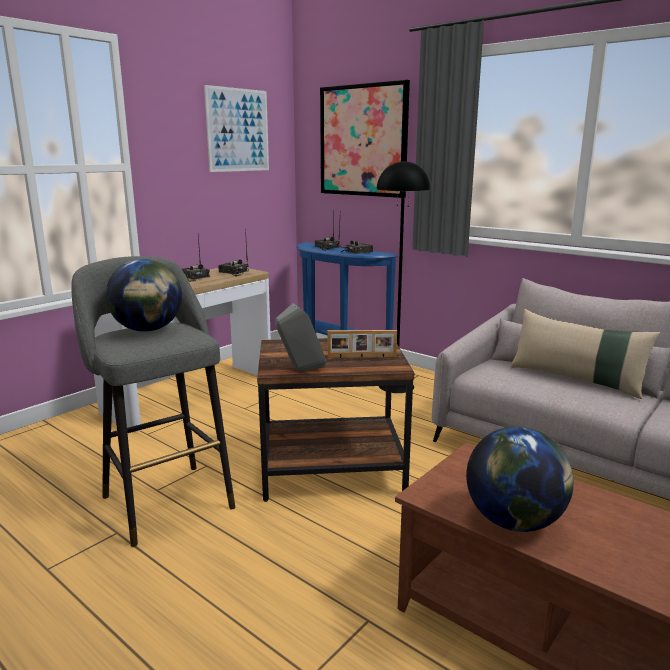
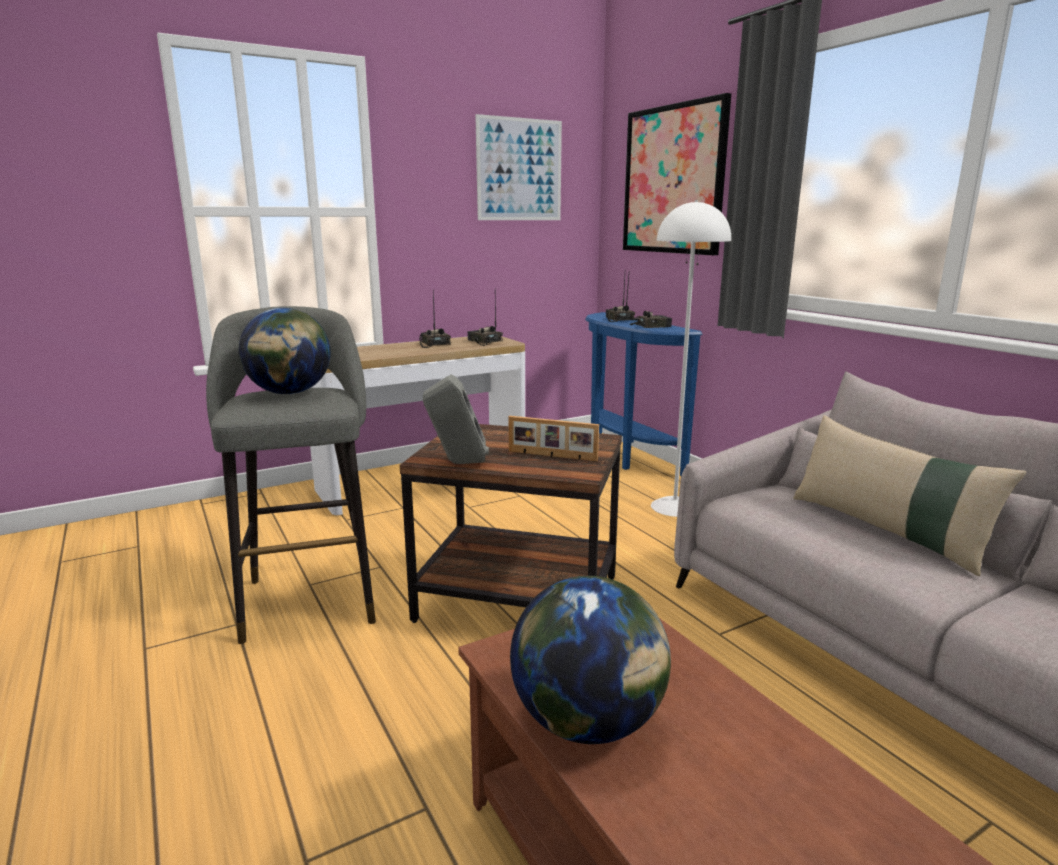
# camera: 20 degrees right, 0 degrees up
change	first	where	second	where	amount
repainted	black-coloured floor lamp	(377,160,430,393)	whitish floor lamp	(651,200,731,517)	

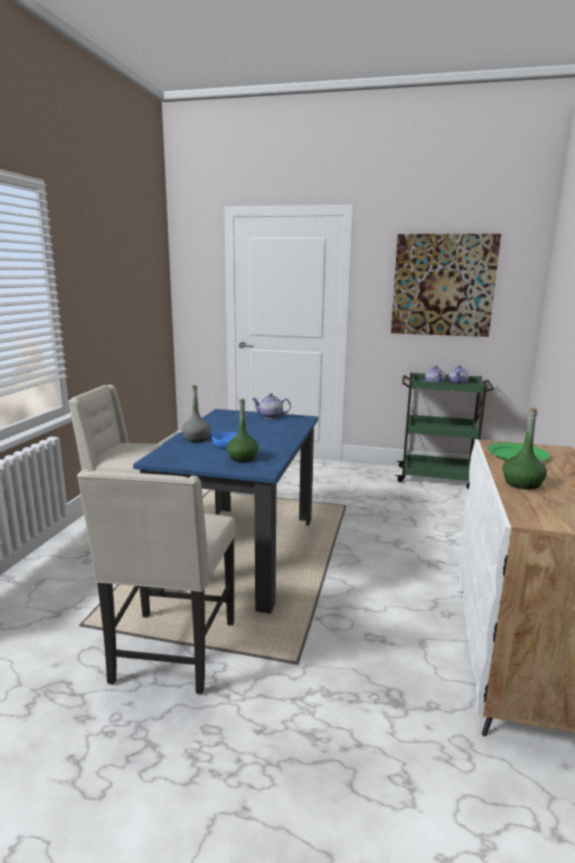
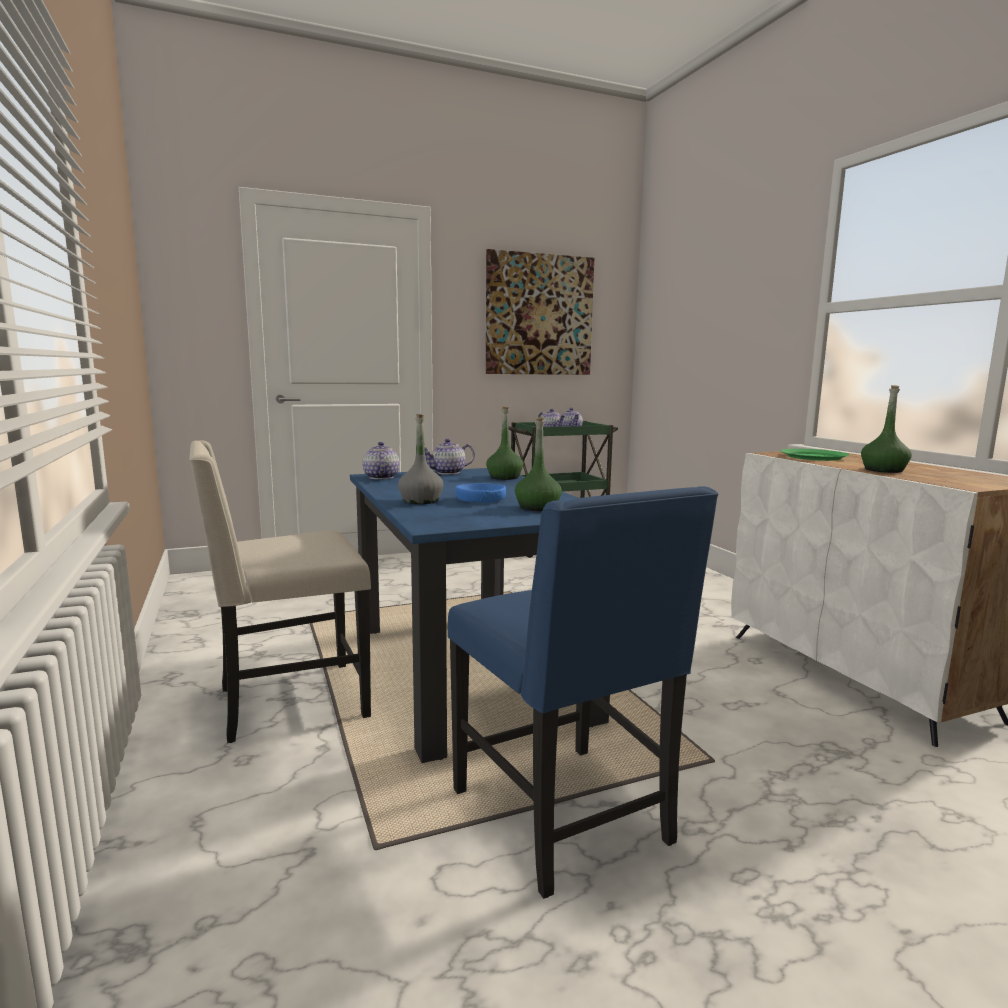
# camera: 35 degrees left, 5 degrees down
change	first	where	second	where	amount
new			tea pot	(363,442,400,479)	
new			green drink bottle	(486,406,523,480)	
repainted	beige-coloured upright chair	(77,469,236,694)	bluish upright chair	(448,486,719,899)	

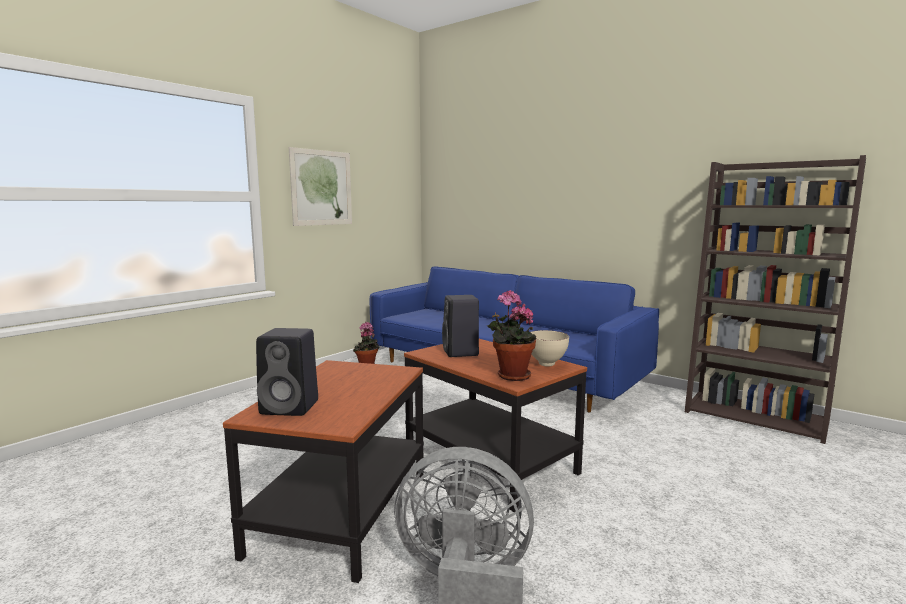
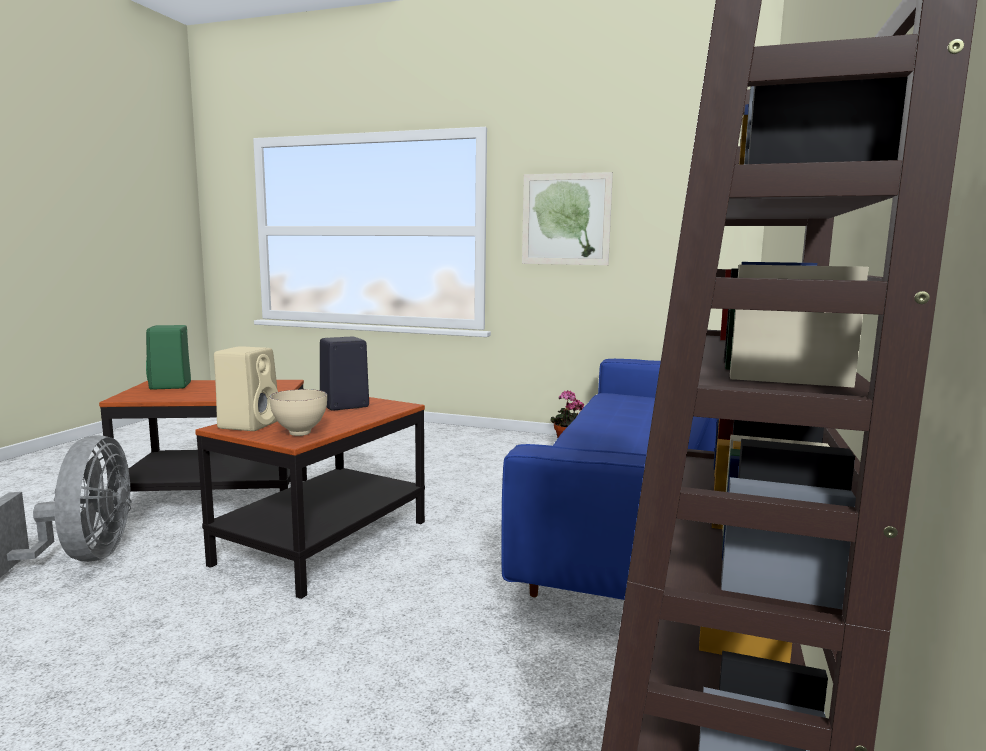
# camera: 70 degrees right, 0 degrees up
change	first	where	second	where	amount
swapped	plant in a pot	(487,290,536,381)	beige-coloured audio speaker	(214,346,278,431)	
repainted	black-coloured audio speaker	(256,328,318,416)	green audio speaker	(146,325,191,390)	

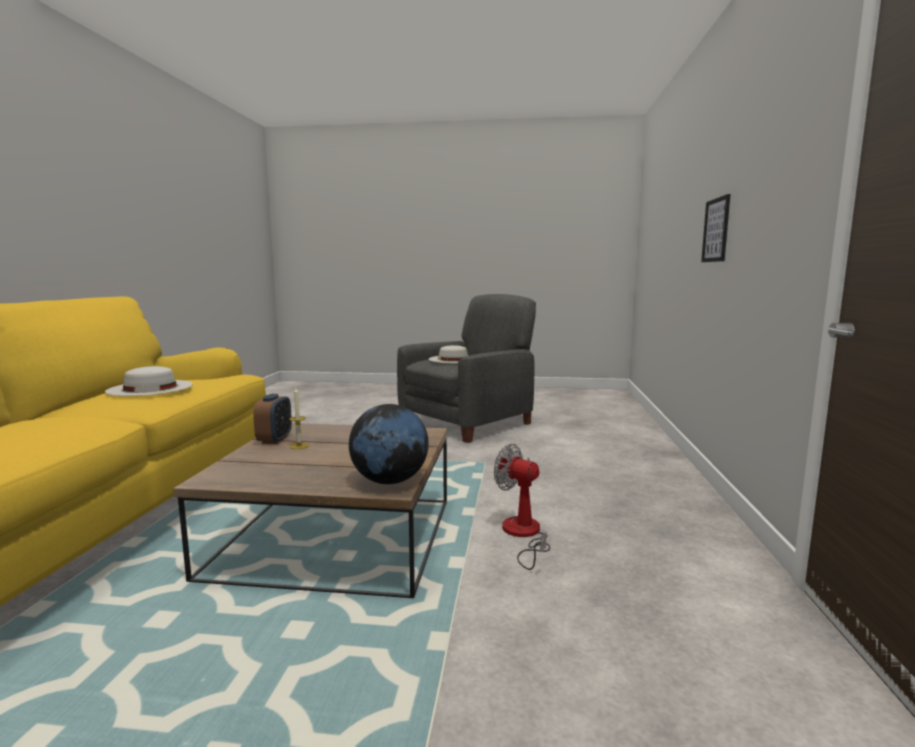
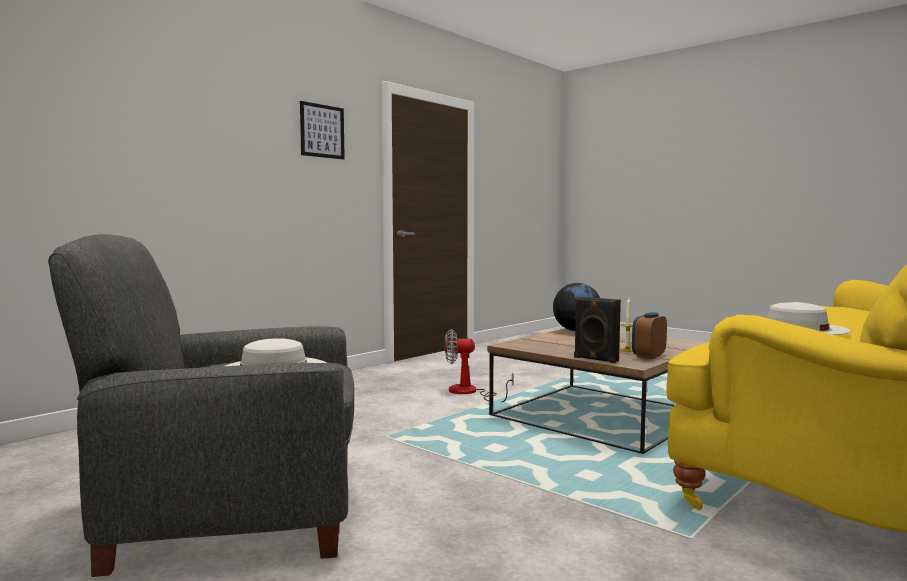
# camera: 145 degrees left, 5 degrees down
change	first	where	second	where	amount
new			black-coloured audio speaker	(574,297,621,363)	
shifted	picture	(701,194,731,262)		(300,101,345,160)	
rotated	cooling fan	(494,444,550,570)		(445,329,514,402)	105 degrees clockwise

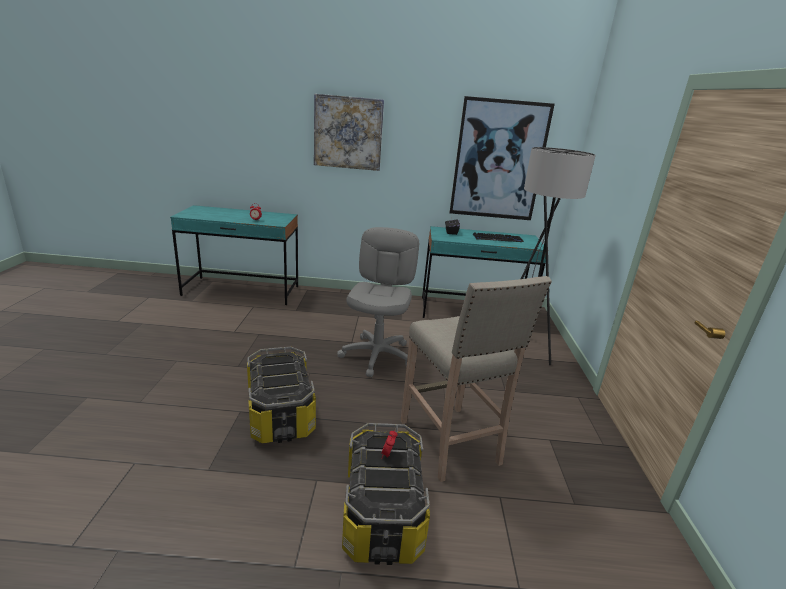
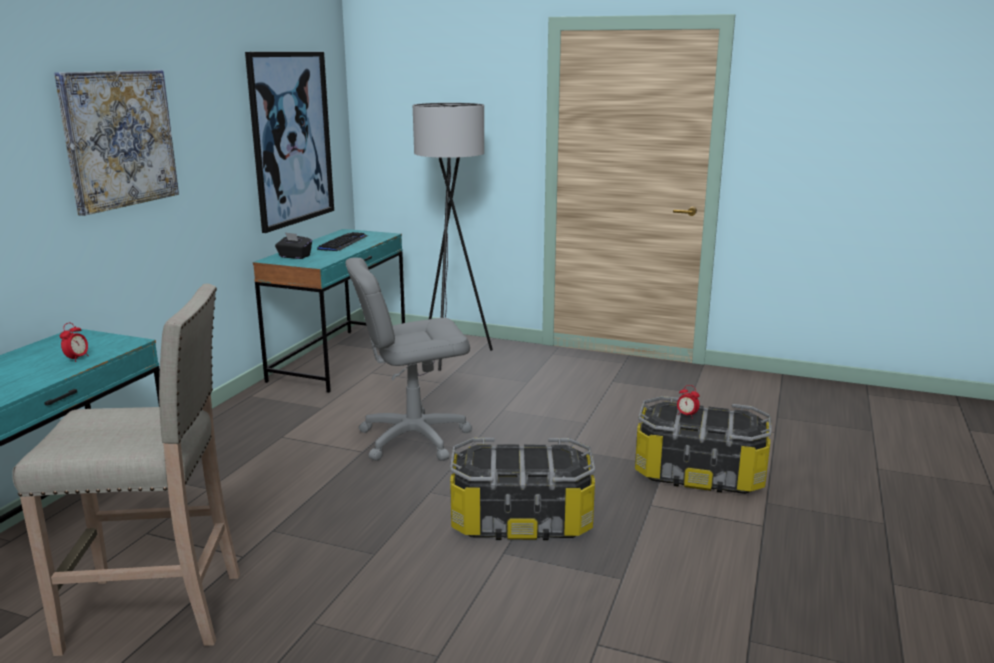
# camera: 70 degrees left, 5 degrees down
change	first	where	second	where	amount
shifted	beige-coloured stool seat	(401,276,552,482)		(12,284,240,656)	
rotated	grey desk chair	(337,227,419,377)		(346,258,472,461)	45 degrees counterclockwise

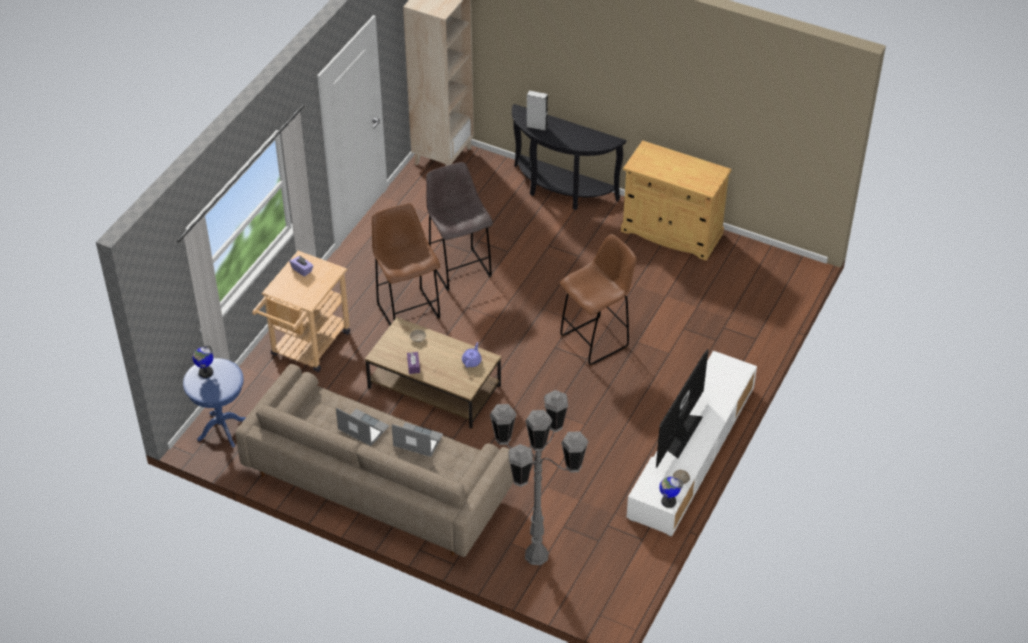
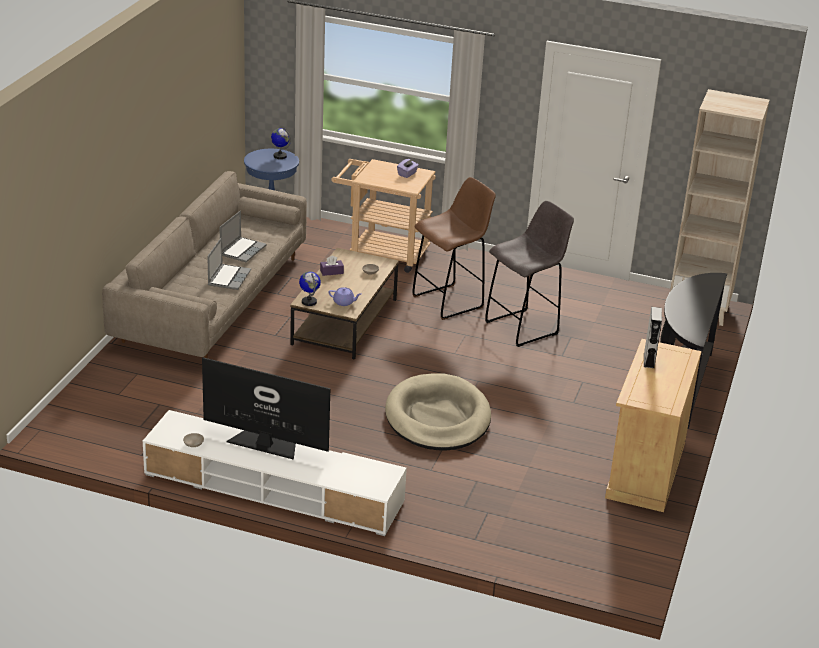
# camera: 80 degrees right, 15 degrees down
change	first	where	second	where	amount
gone	grey floor lamp	(490,390,588,565)			
shifted	grey audio speaker	(526,91,548,131)		(644,307,662,368)	
shifted	world globe	(659,477,683,508)		(299,271,321,306)	
swapped	brown stool seat	(560,234,637,366)	beige-coloured pet bed	(385,373,491,450)	

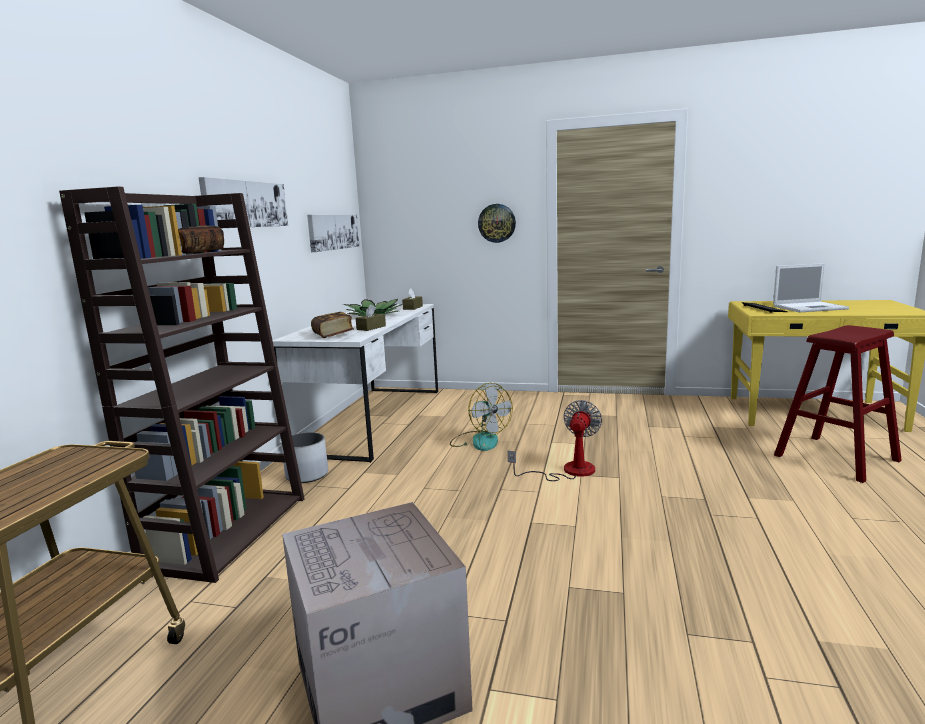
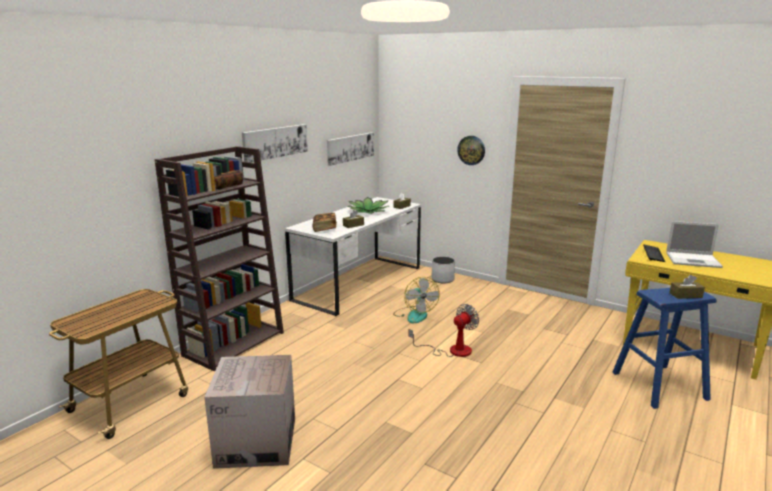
# camera: 20 degrees right, 5 degrees up
change	first	where	second	where	amount
new			brown tissue holder	(670,275,705,299)	
shifted	whitish planter	(281,432,328,483)		(431,257,455,283)	
repainted	red-coloured stool seat	(774,325,902,483)	bluish stool seat	(613,288,716,409)	

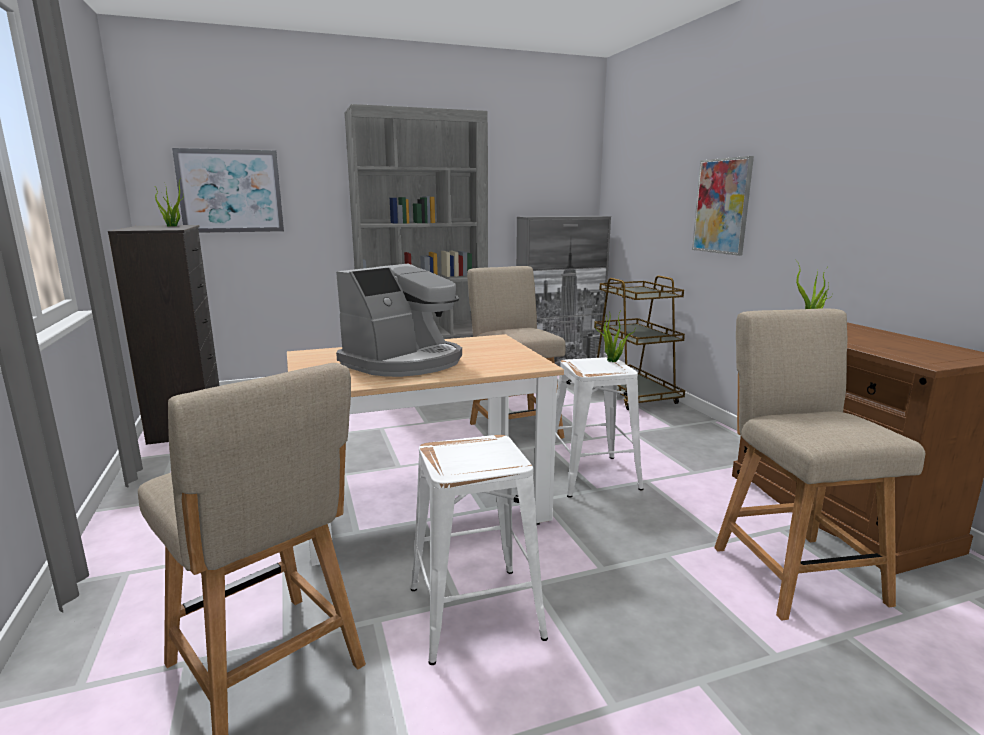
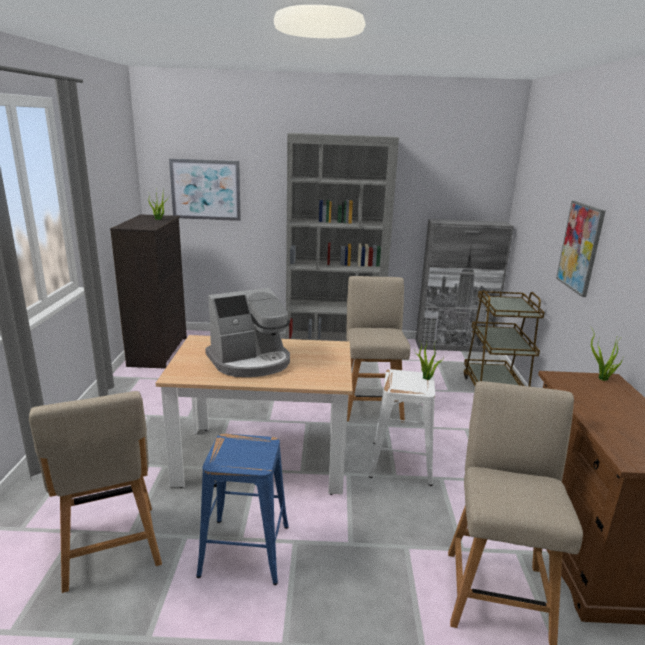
# camera: 20 degrees right, 5 degrees up
change	first	where	second	where	amount
repainted	whitish stool seat	(411,435,548,665)	bluish stool seat	(196,434,289,585)	

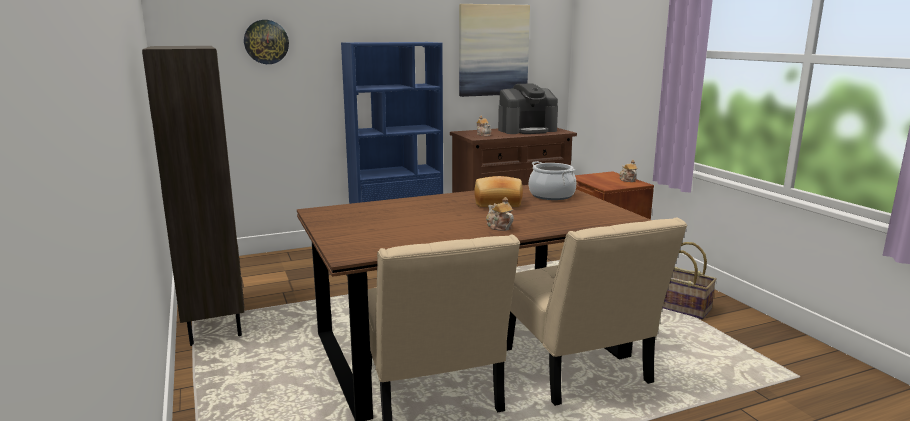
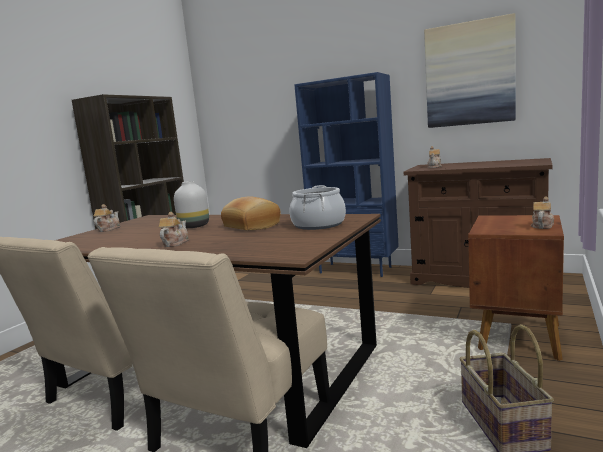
# camera: 50 degrees right, 5 degrees down
change	first	where	second	where	amount
gone	wall clock	(244,20,289,64)			
gone	coffee maker	(498,83,558,134)			
new			tea pot	(94,204,120,232)	
new			whitish flower vase	(174,181,209,228)	

